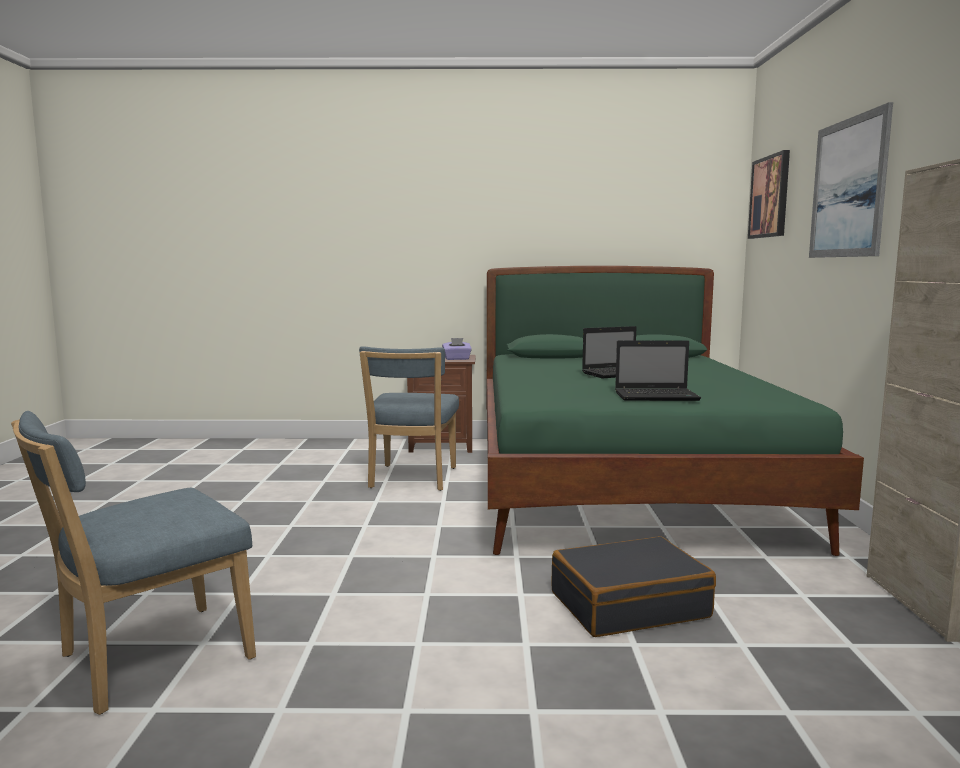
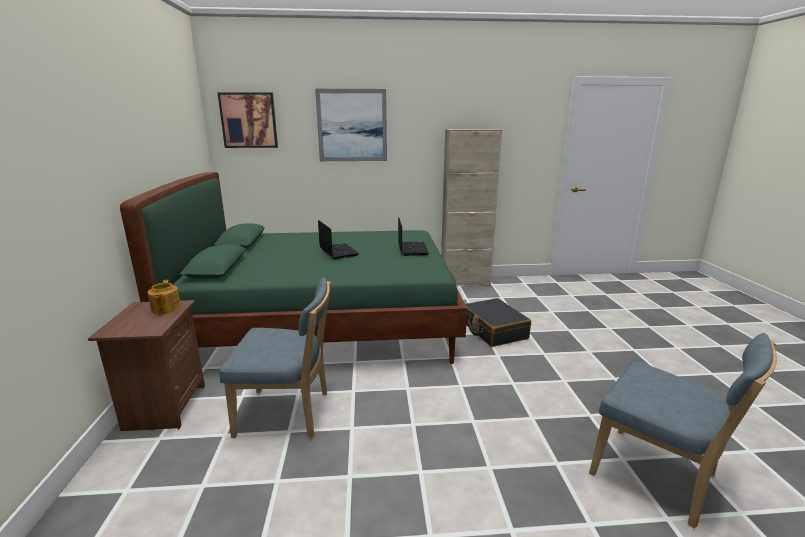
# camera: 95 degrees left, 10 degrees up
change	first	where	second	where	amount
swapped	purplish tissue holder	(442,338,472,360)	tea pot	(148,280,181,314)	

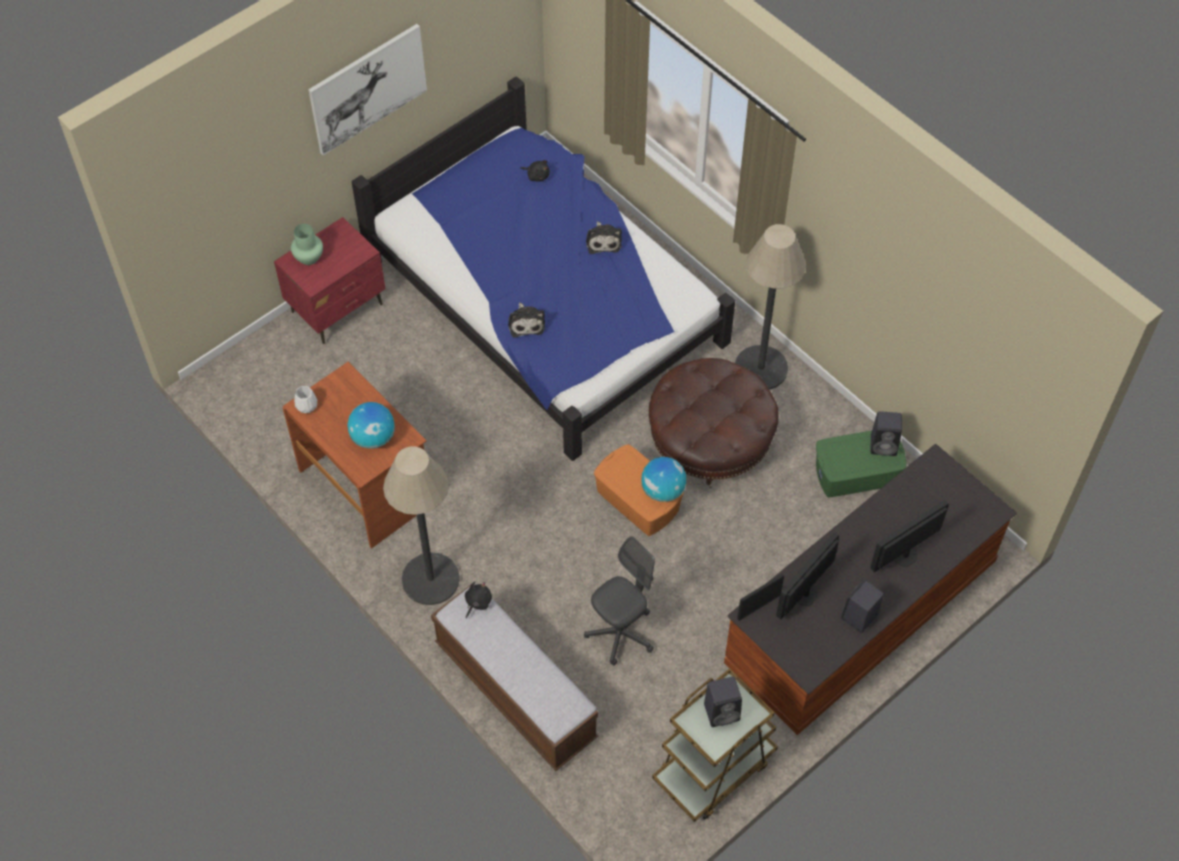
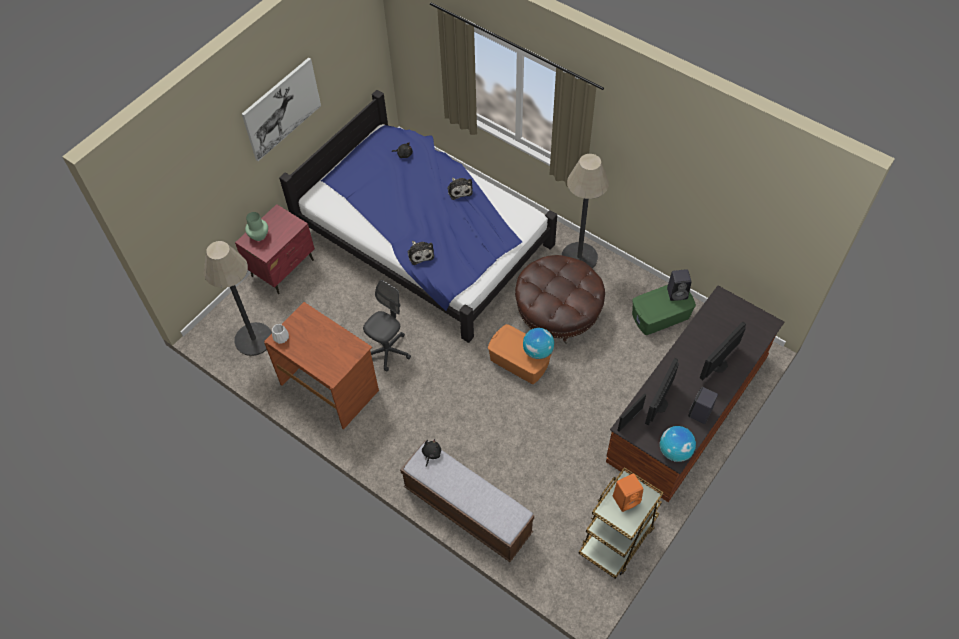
# camera: 10 degrees left, 0 degrees up
change	first	where	second	where	amount
shifted	world globe	(347,402,395,449)		(660,426,696,462)	
shifted	floor lamp	(383,446,460,605)		(204,241,272,356)	
shifted	grey desk chair	(584,537,655,666)		(363,280,411,372)	
repainted	black-coloured audio speaker	(704,677,742,727)	orangey audio speaker	(613,473,643,512)	

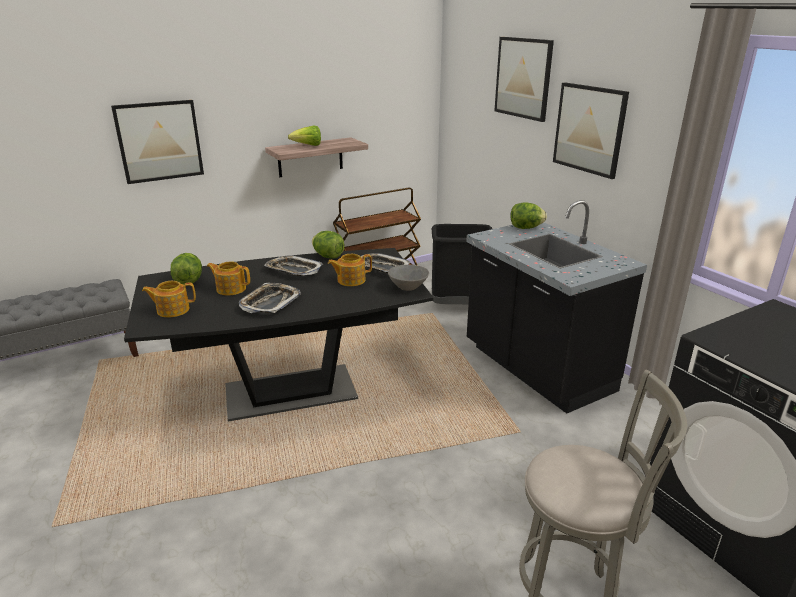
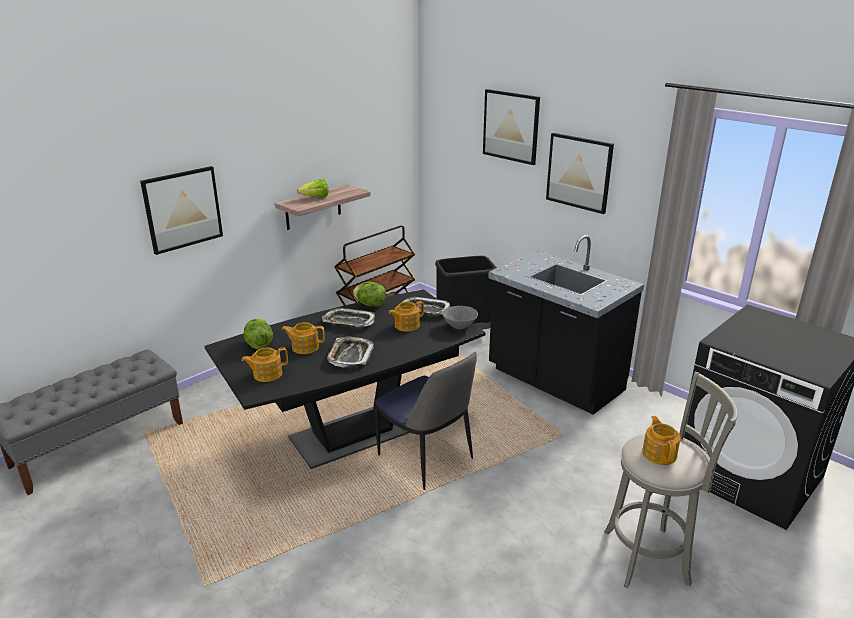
# camera: 15 degrees left, 0 degrees up
change	first	where	second	where	amount
gone	head of lettuce	(511,202,547,229)			
new			upright chair	(374,352,477,490)	
new			tea pot	(642,416,681,465)	

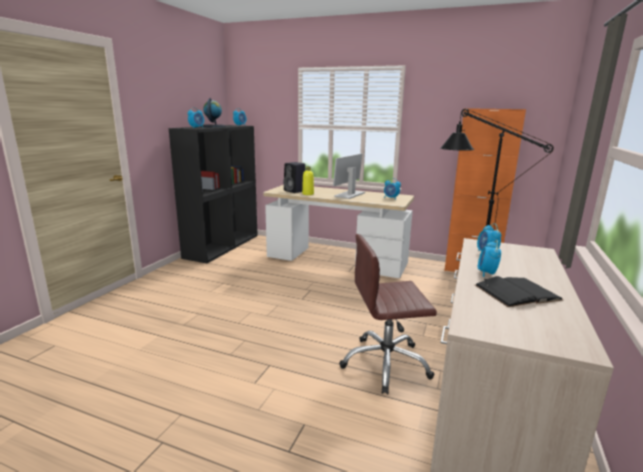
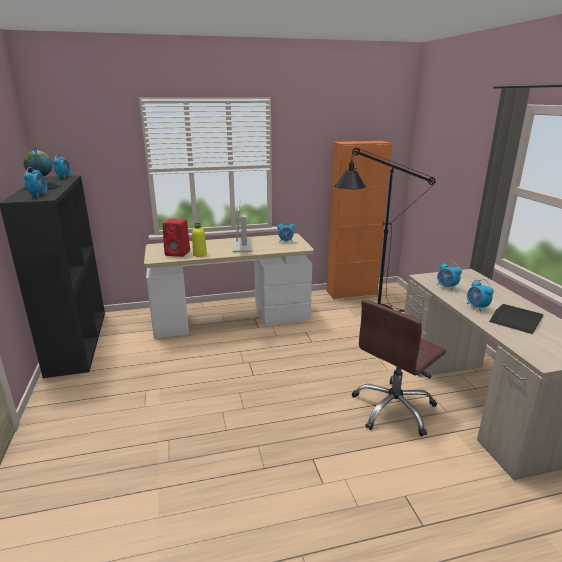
# camera: 35 degrees left, 5 degrees up
change	first	where	second	where	amount
repainted	black-coloured audio speaker	(283,162,305,193)	red-coloured audio speaker	(163,218,190,257)	

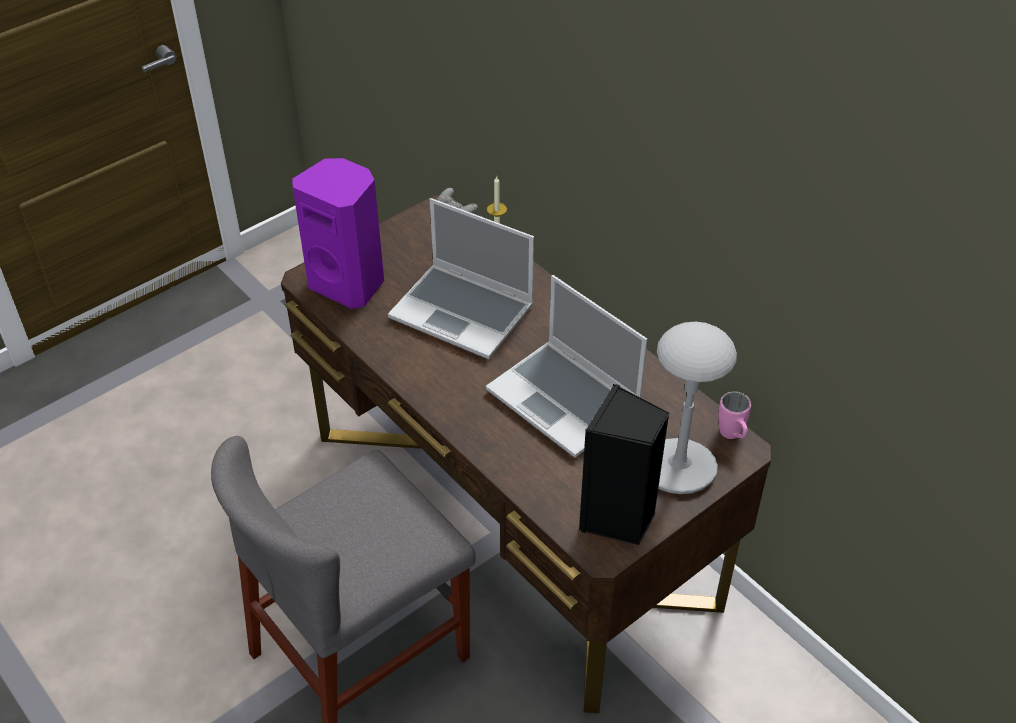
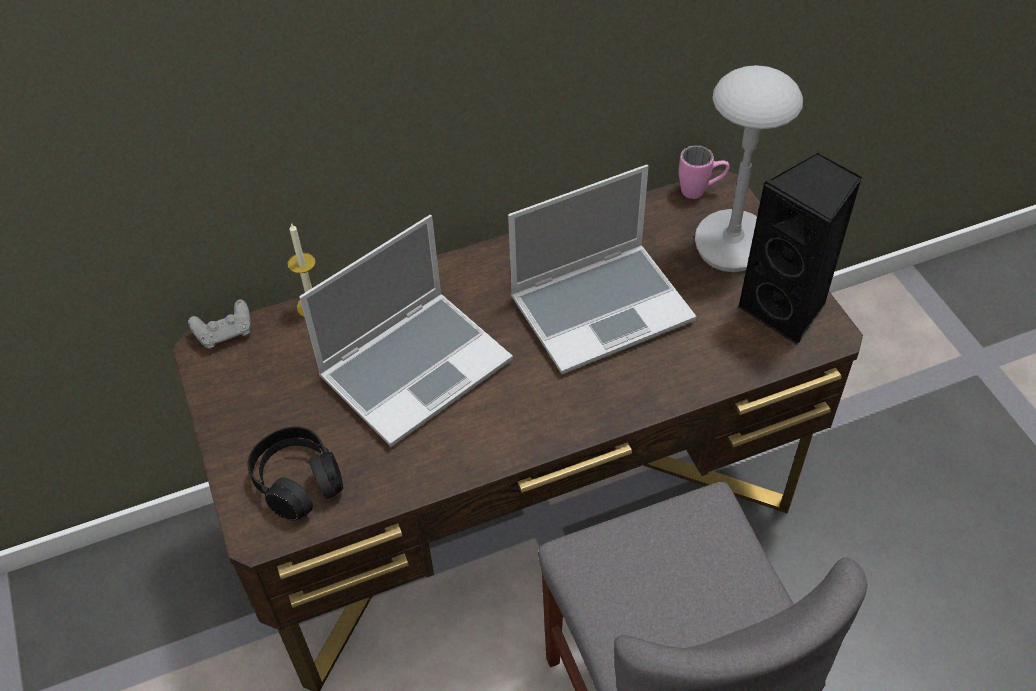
# camera: 70 degrees left, 5 degrees up
change	first	where	second	where	amount
swapped	purplish audio speaker	(292,158,384,309)	black-coloured headphones	(248,427,343,521)	

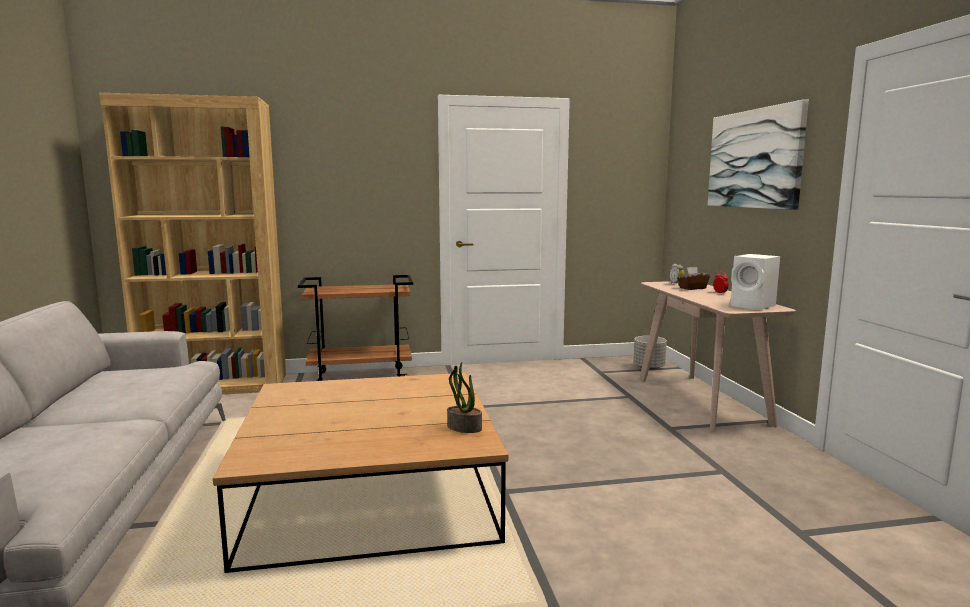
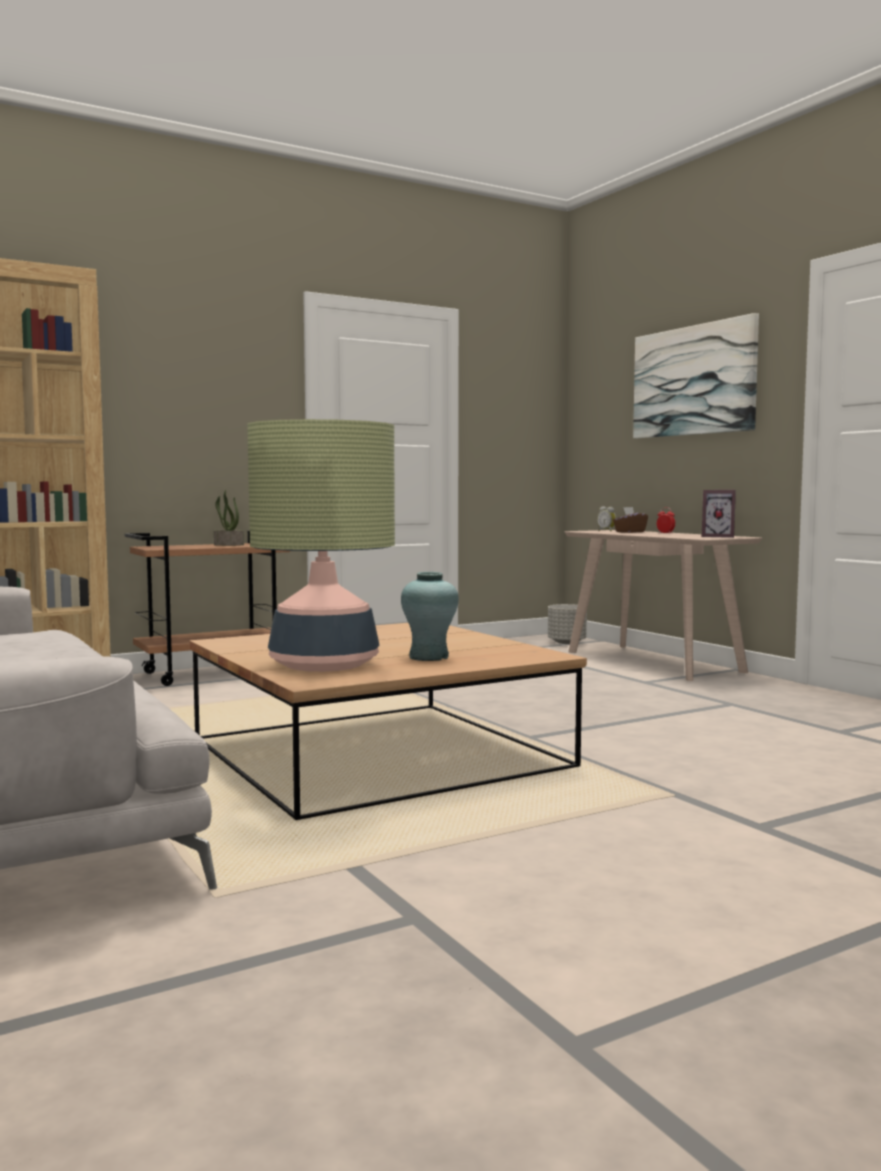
# camera: 20 degrees left, 5 degrees down
change	first	where	second	where	amount
new			tabletop lamp	(247,419,395,672)	
new			turquoise flower vase	(401,572,459,661)	
shifted	plant in a pot	(447,362,482,433)		(214,490,244,546)	
swapped	whitish audio speaker	(730,254,780,310)	picture frame	(702,490,736,538)	

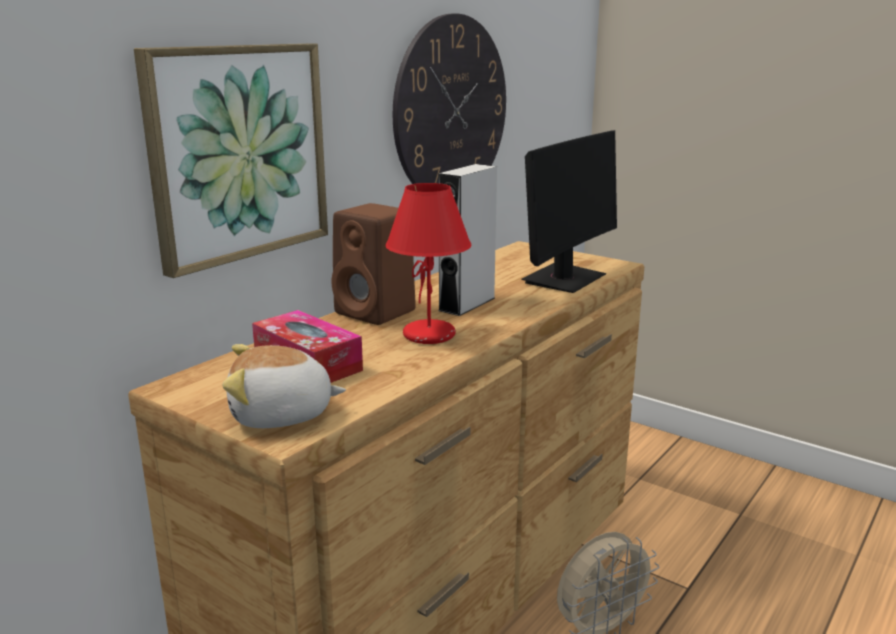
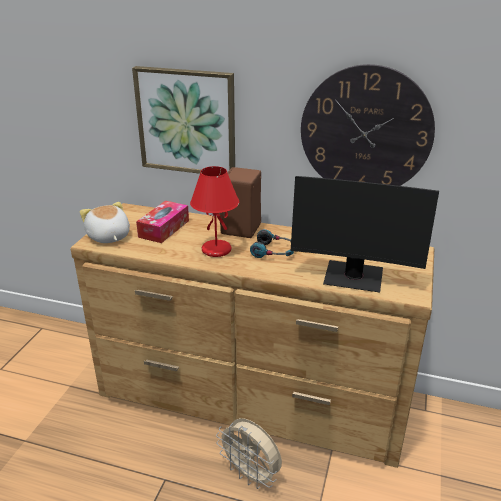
# camera: 70 degrees right, 10 degrees up
change	first	where	second	where	amount
swapped	grey audio speaker	(438,164,497,316)	headphones	(250,229,294,258)	

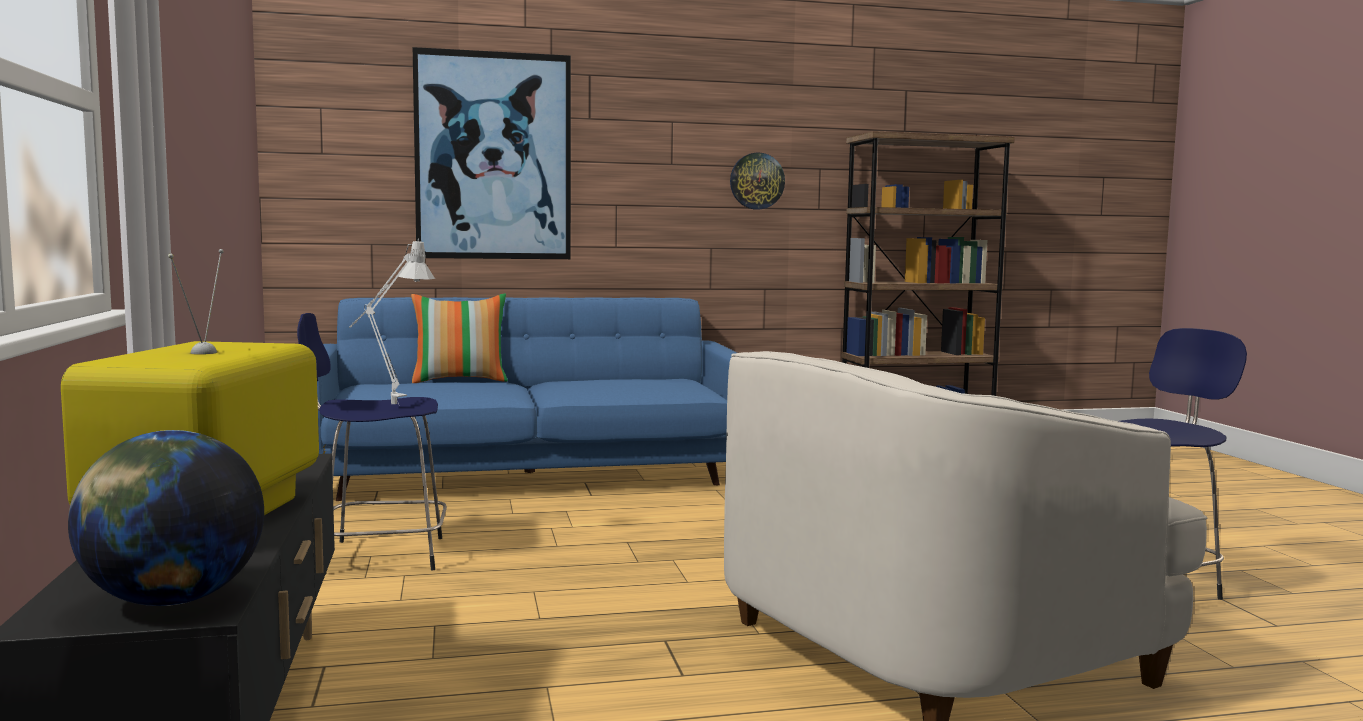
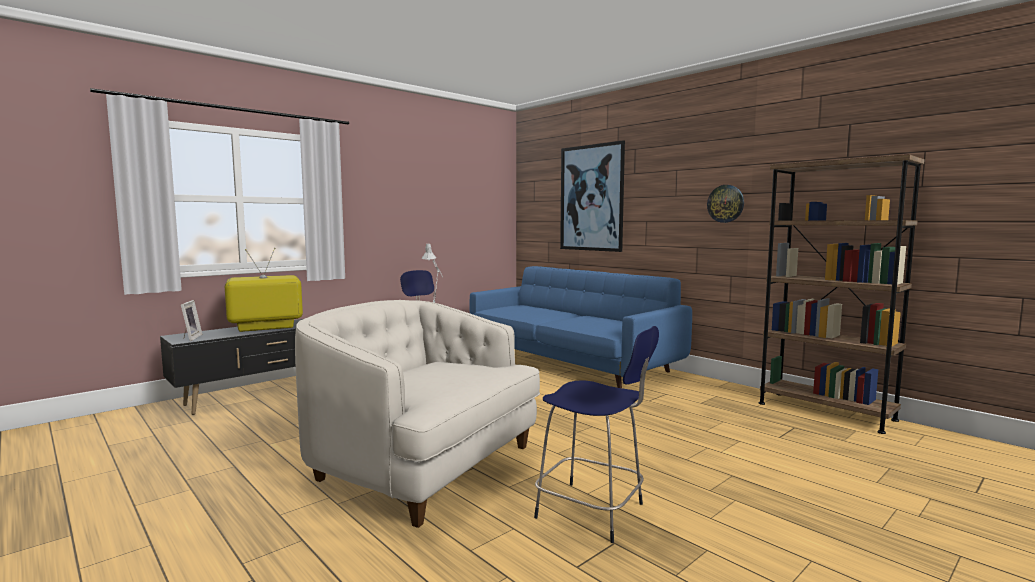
# camera: 60 degrees right, 0 degrees up
change	first	where	second	where	amount
gone	cushion	(411,294,508,383)			
swapped	world globe	(68,430,264,606)	picture frame	(181,300,202,341)	

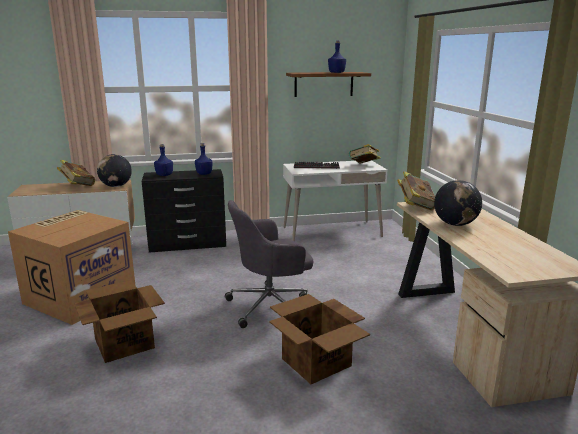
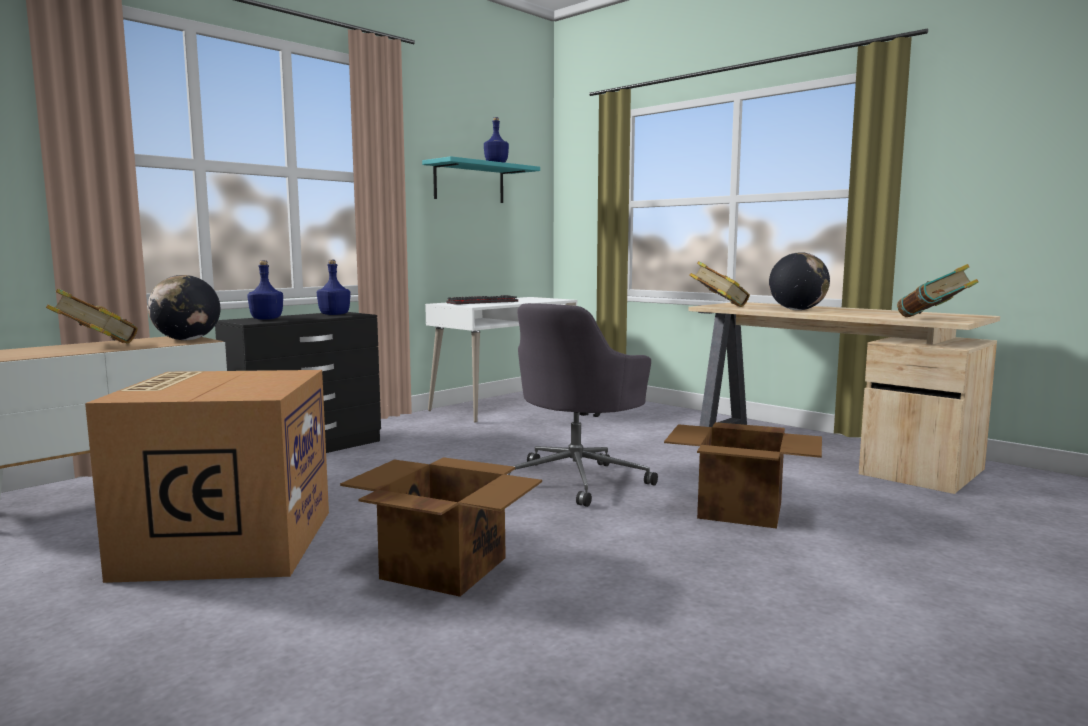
# camera: 35 degrees left, 10 degrees down
change	first	where	second	where	amount
shifted	book	(349,144,381,164)		(897,264,979,317)	
repainted	brown bracket shelf	(286,72,371,97)	turquoise bracket shelf	(422,156,540,203)	

